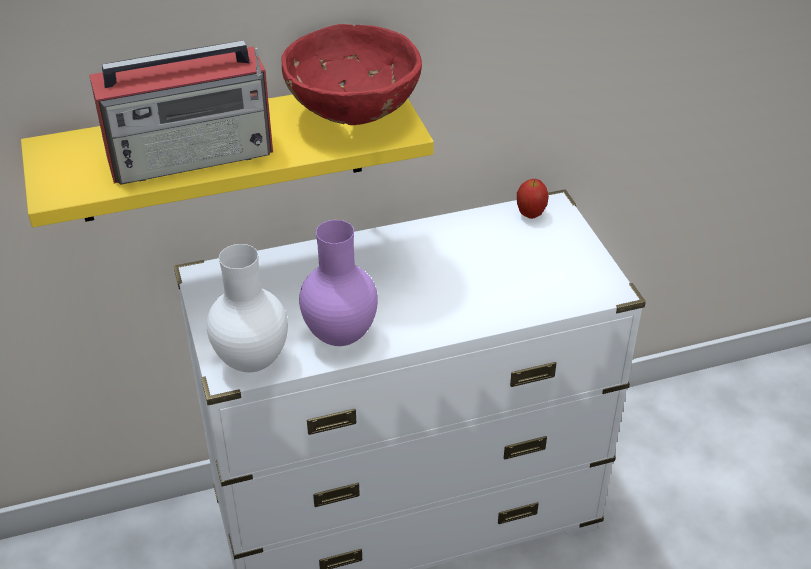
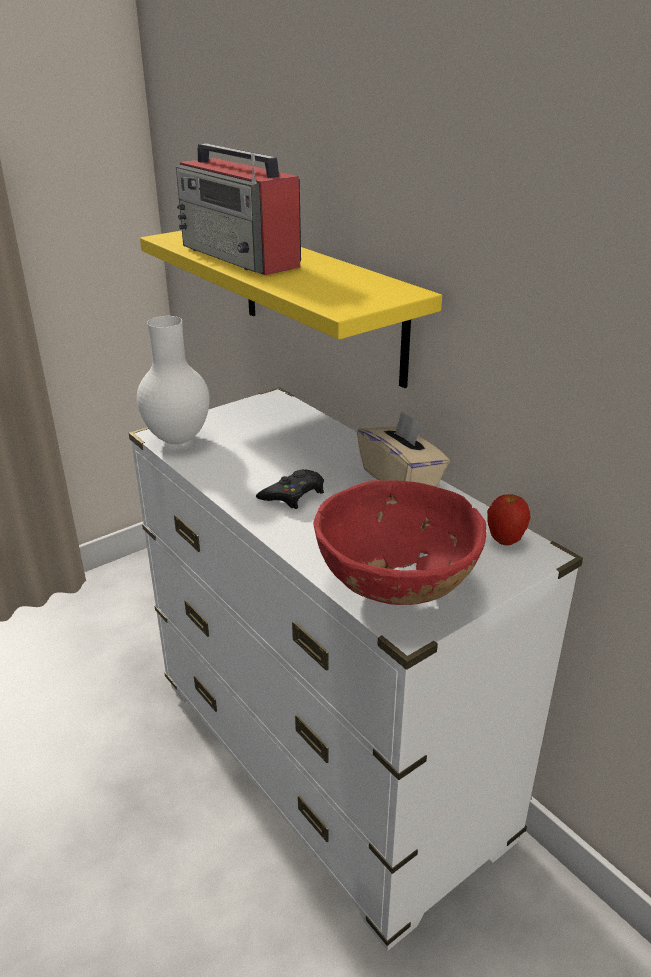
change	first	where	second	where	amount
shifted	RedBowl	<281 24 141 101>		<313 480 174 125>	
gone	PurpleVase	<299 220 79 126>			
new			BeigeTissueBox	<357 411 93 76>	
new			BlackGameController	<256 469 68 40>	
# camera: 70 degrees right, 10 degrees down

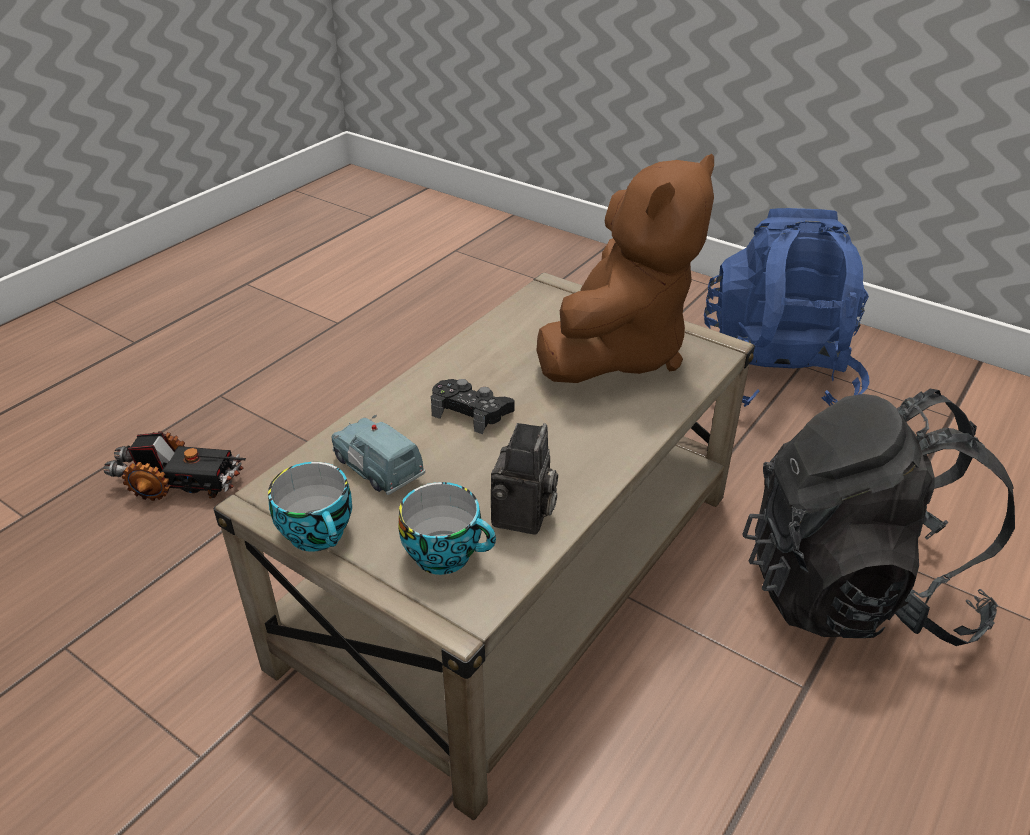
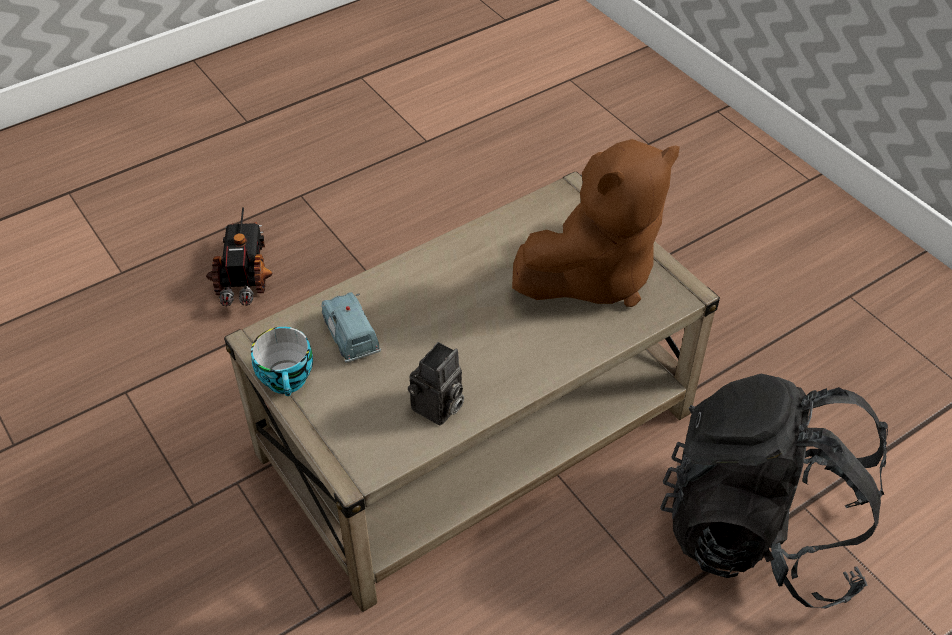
change	first	where	second	where	amount
gone	BlueBackpack	<704 208 166 199>			
gone	BlackGameController	<431 379 83 55>			
rotated	ToyTruck	<104 431 142 70>		<206 207 66 100>	120 degrees counterclockwise
gone	Cup	<398 482 98 93>			
# camera: 20 degrees right, 10 degrees up

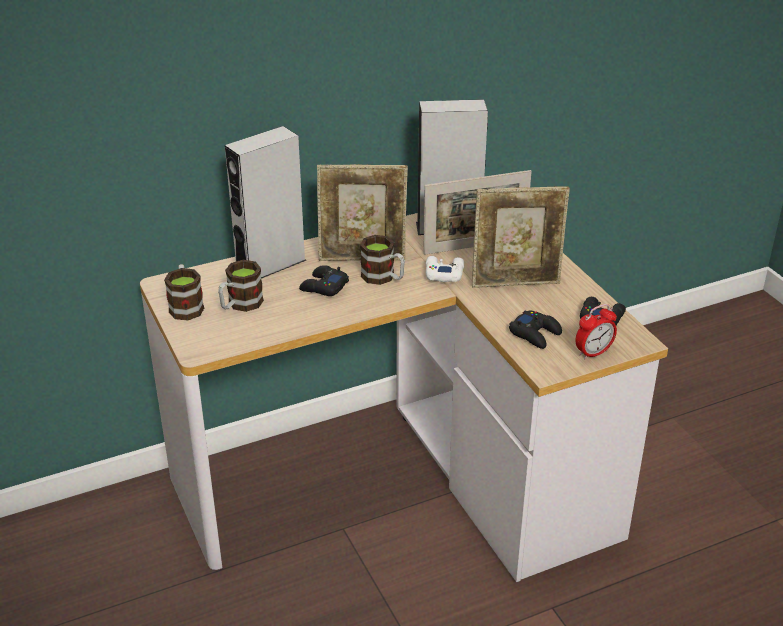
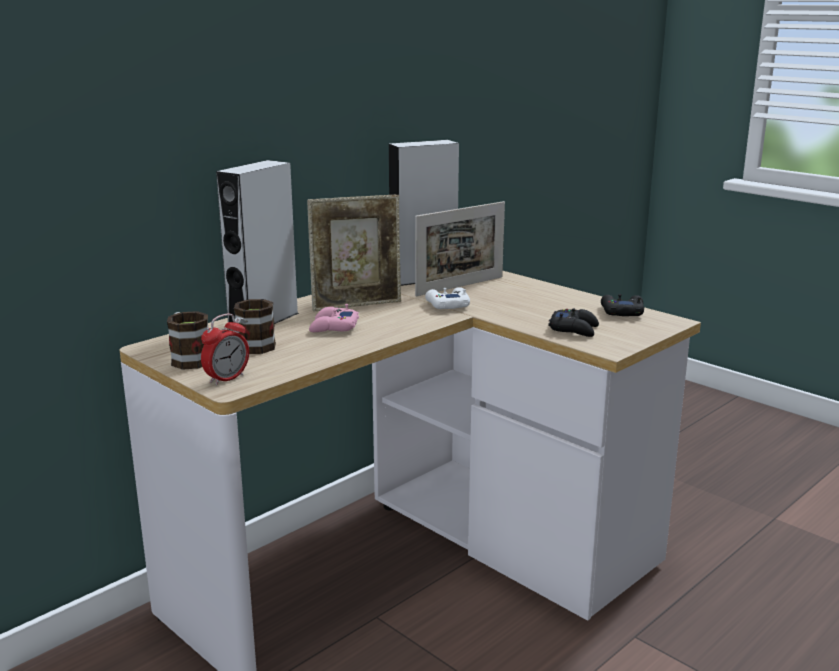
change	first	where	second	where	amount
gone	PictureFrame	<472 186 98 102>			
gone	Mug	<360 235 45 50>			
repainted	BlackGameController	<299 265 50 31>	PinkGameController	<309 304 50 28>	
shifted	AlarmClock	<575 304 42 56>		<201 314 48 72>	
# camera: 20 degrees left, 15 degrees down

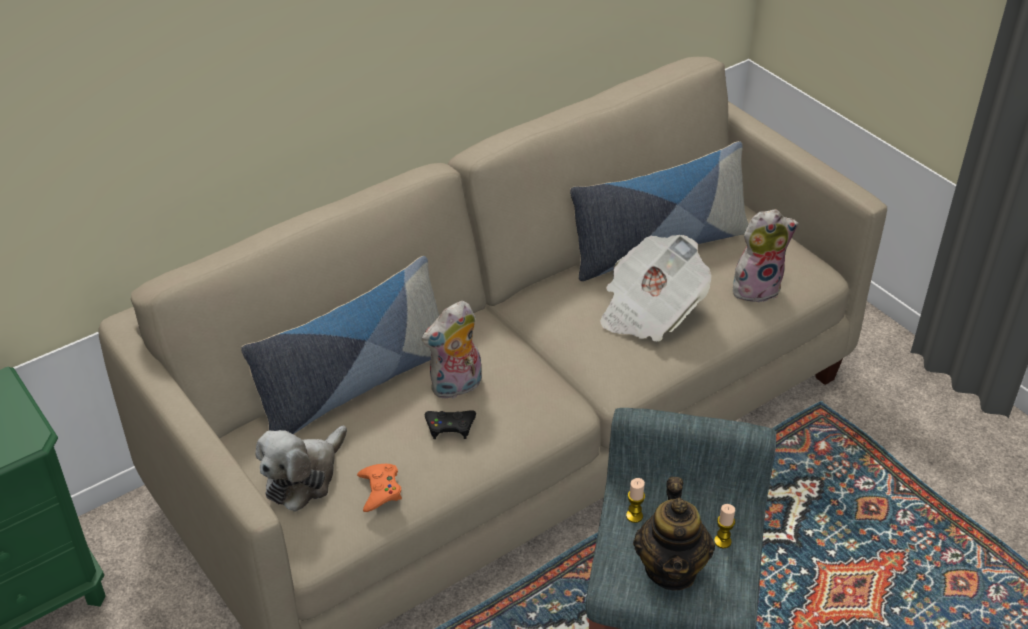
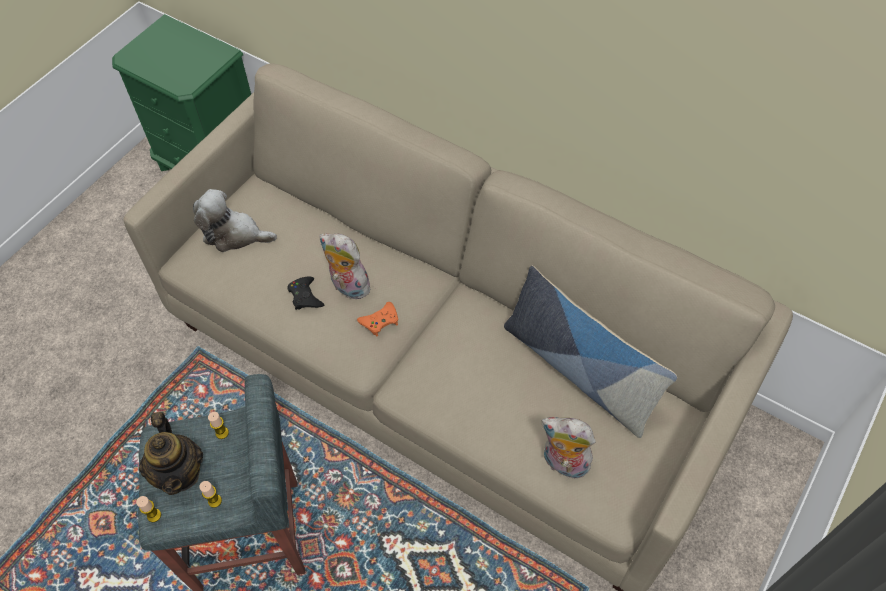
change	first	where	second	where	amount
rotated	PlushToy	<733 209 66 94>		<541 417 55 61>	150 degrees clockwise
gone	Newspaper	<600 235 111 107>			
gone	Pillow	<241 256 198 178>			
shifted	OrangeGameController	<357 464 45 48>		<357 302 41 34>	
rotated	Teapot	<633 477 82 113>		<139 412 64 83>	90 degrees counterclockwise
new			Candle	<136 496 25 26>	
# camera: 70 degrees right, 15 degrees up

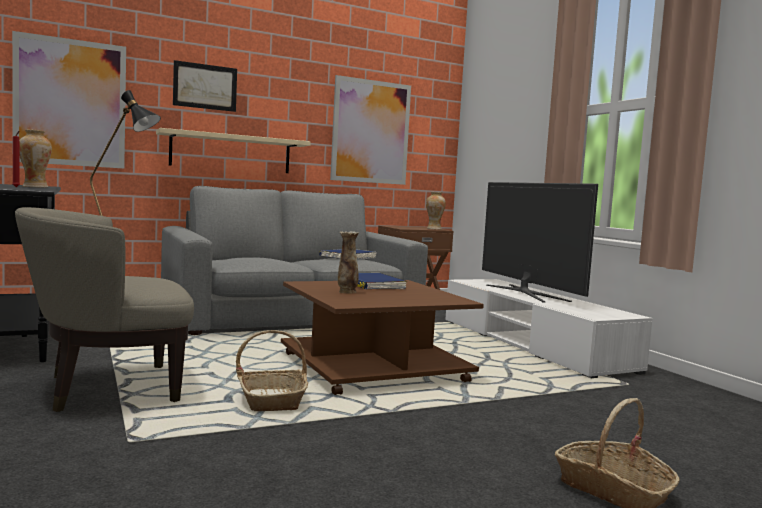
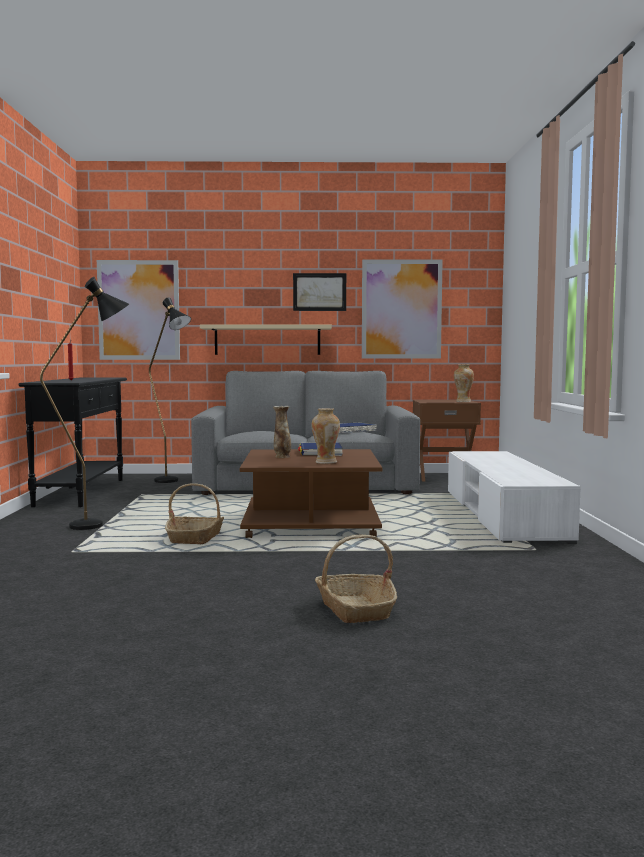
change	first	where	second	where	amount
shifted	Picture	<173 60 64 52>		<293 273 53 38>	
shifted	Vase	<19 129 33 59>		<311 408 29 56>	
gone	Television	<482 182 116 120>			
swapped	BeigeArmchair	<15 207 179 205>	BlackFloorLamp	<40 277 89 253>	
# camera: 25 degrees right, 0 degrees up

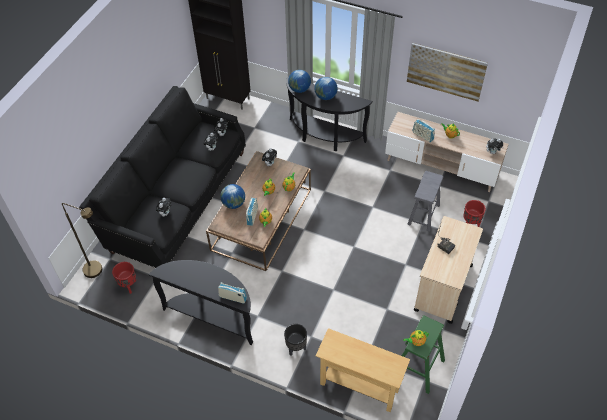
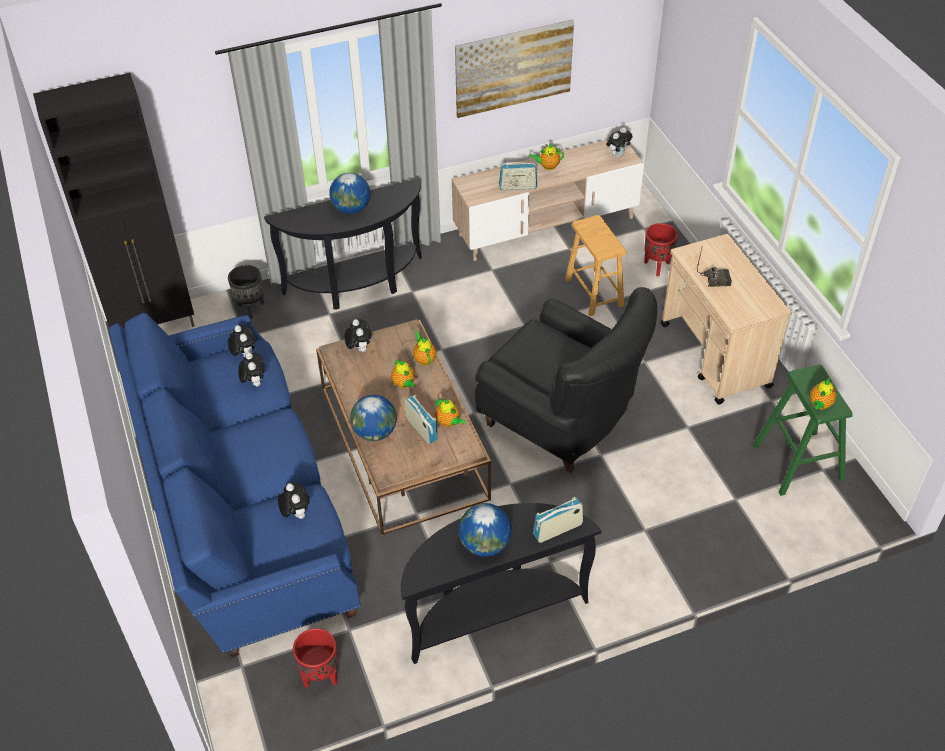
change	first	where	second	where	amount
shifted	Globe	<288 70 23 23>		<459 503 53 54>	
repainted	BlackSofa	<79 86 167 182>	BlueSofa	<109 313 252 344>	
repainted	GreyStool	<407 171 36 61>	BrownStool	<565 215 61 101>	
gone	BrownFloorLamp	<62 203 40 75>			
shifted	BlackPlanter	<284 324 23 32>		<228 265 36 54>	
gone	BeigeConsoleTable	<316 328 94 84>			
new			BlackArmchair	<474 287 183 186>	
# camera: 45 degrees left, 5 degrees down

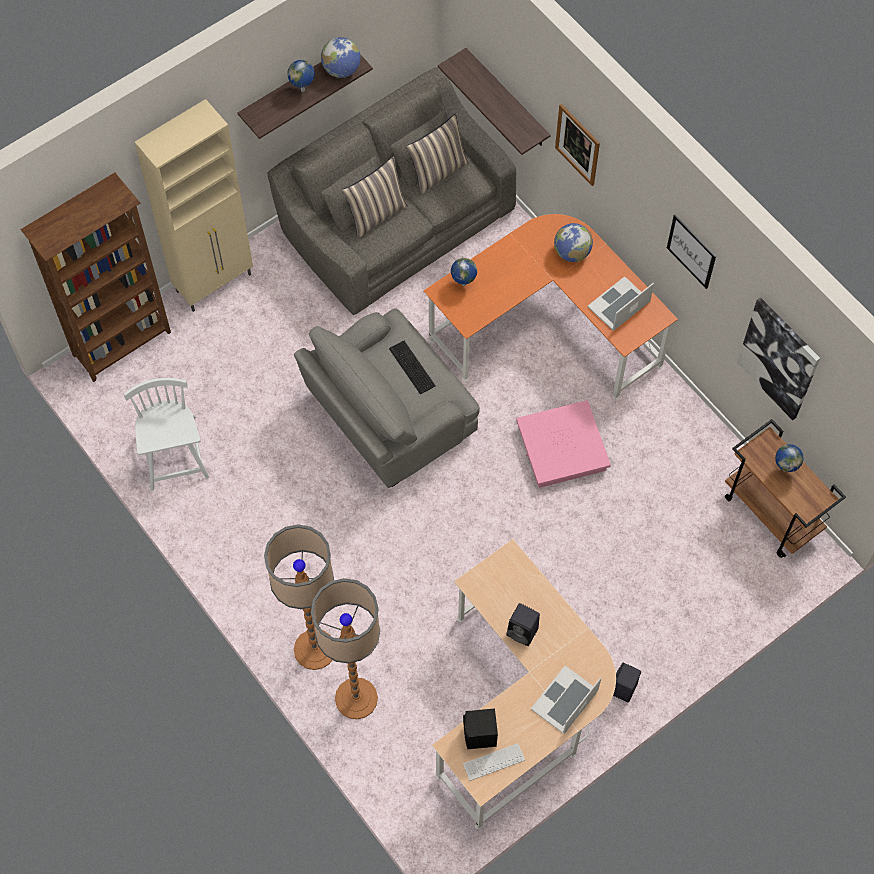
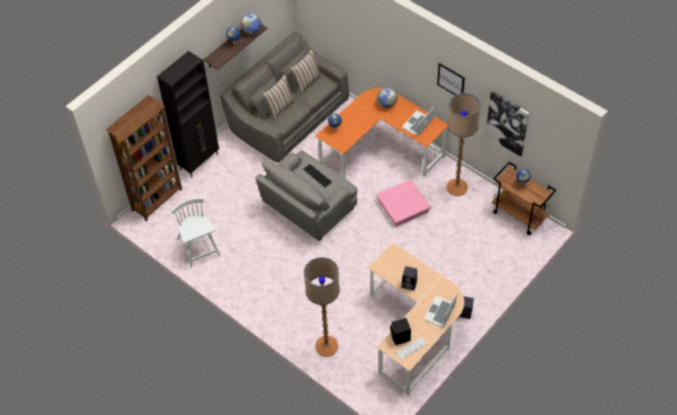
change	first	where	second	where	amount
gone	Shelf	<438 48 112 107>			
repainted	BeigeCabinet	<135 99 118 213>	BlackCabinet	<157 51 62 127>	
gone	Picture	<555 104 45 82>			
shifted	FloorLamp	<264 524 70 146>		<447 93 34 103>	
# camera: 10 degrees left, 10 degrees down

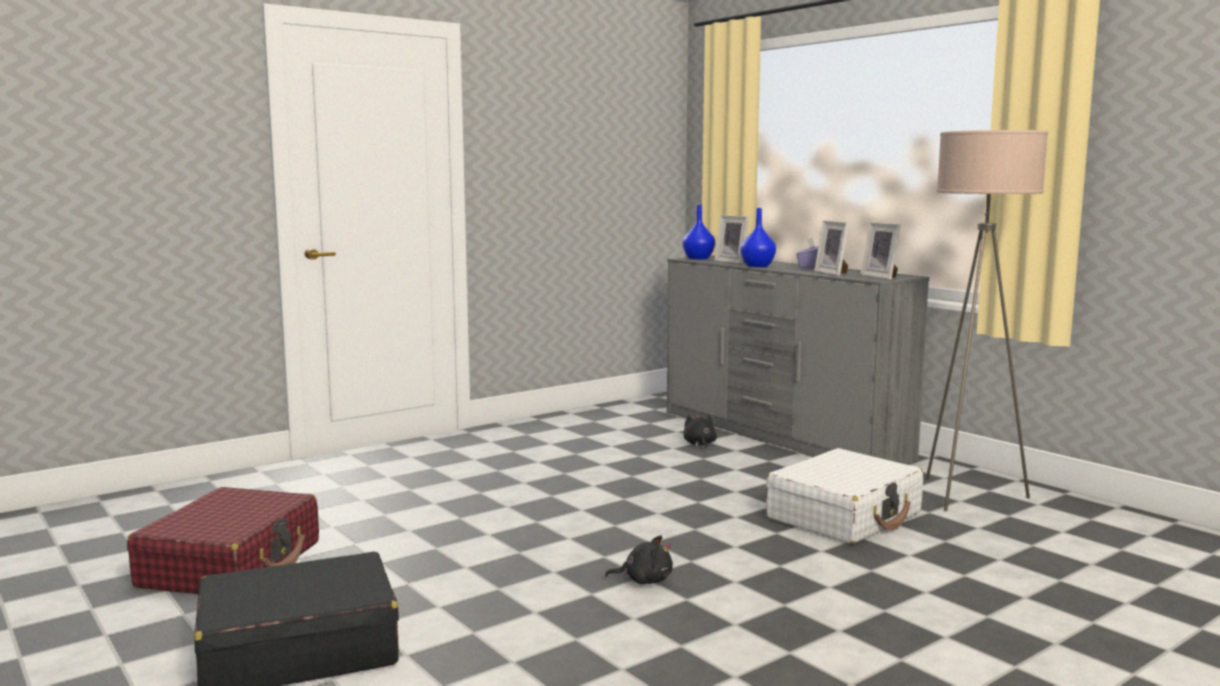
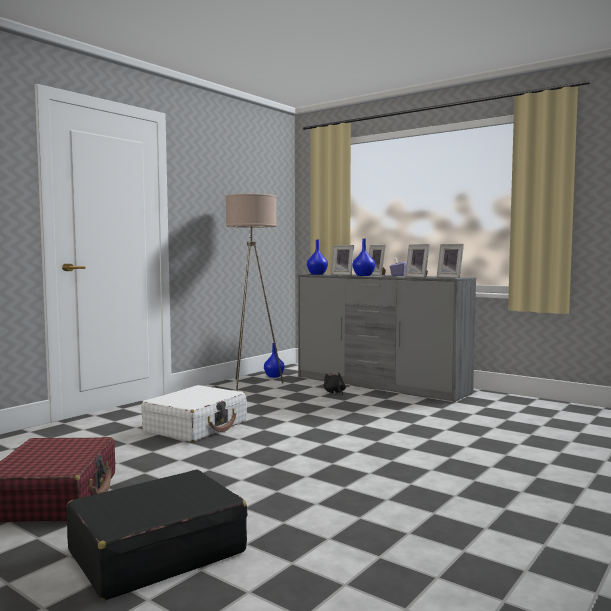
change	first	where	second	where	amount
shifted	BeigeFloorLamp	<926 130 122 381>		<225 194 58 197>	
shifted	WhiteSuitcase	<766 448 157 96>		<141 385 106 57>	
gone	BlackPlushToy	<605 535 68 49>			
new			PictureFrame	<369 245 17 31>	
new			BlueVase	<264 343 20 35>	
# camera: 15 degrees left, 5 degrees down

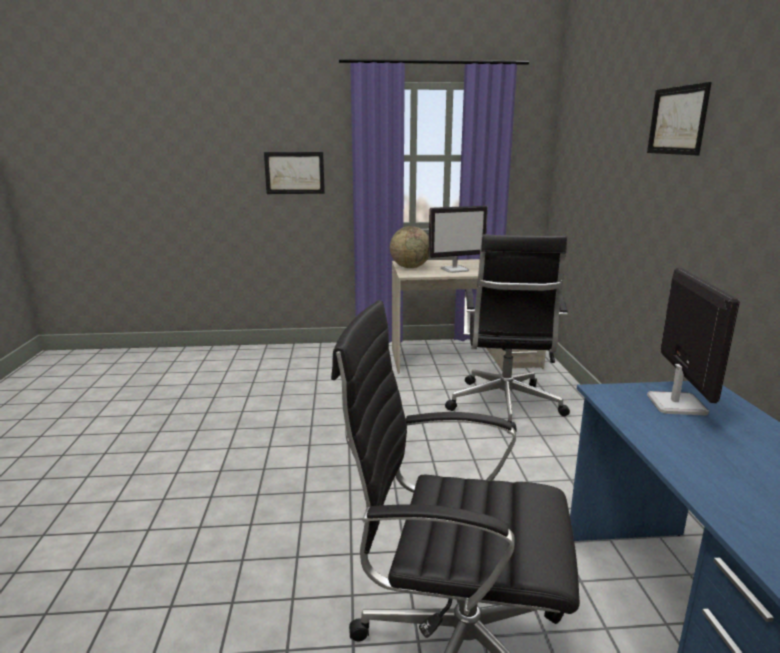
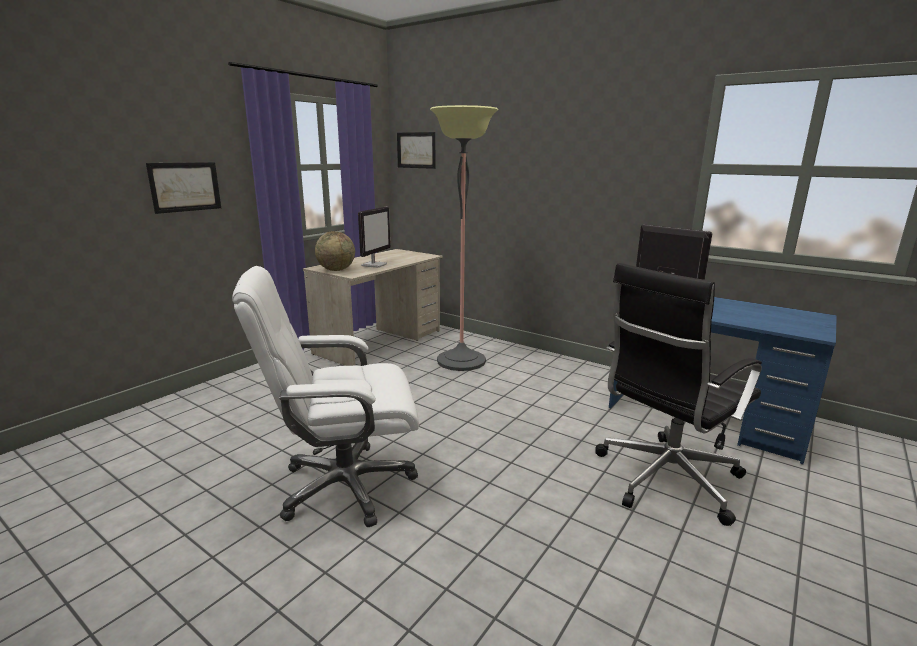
change	first	where	second	where	amount
shifted	Picture	<647 82 65 73>		<397 132 38 37>	
swapped	BlackOfficeChair	<445 235 125 198>	FloorLamp	<430 105 68 266>	
new			WhiteOfficeChair	<232 266 187 261>	
# camera: 50 degrees left, 0 degrees up

